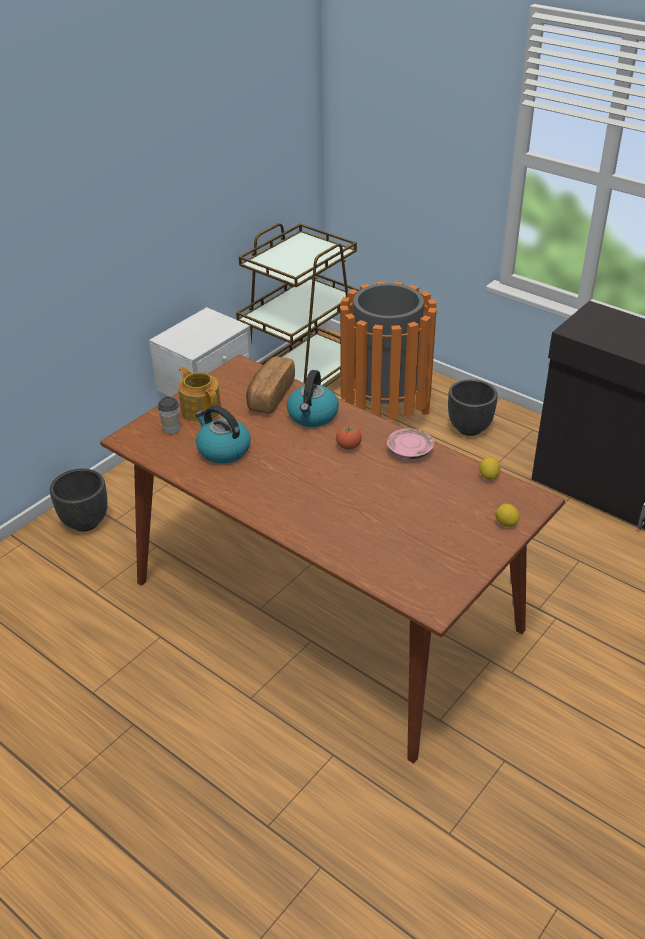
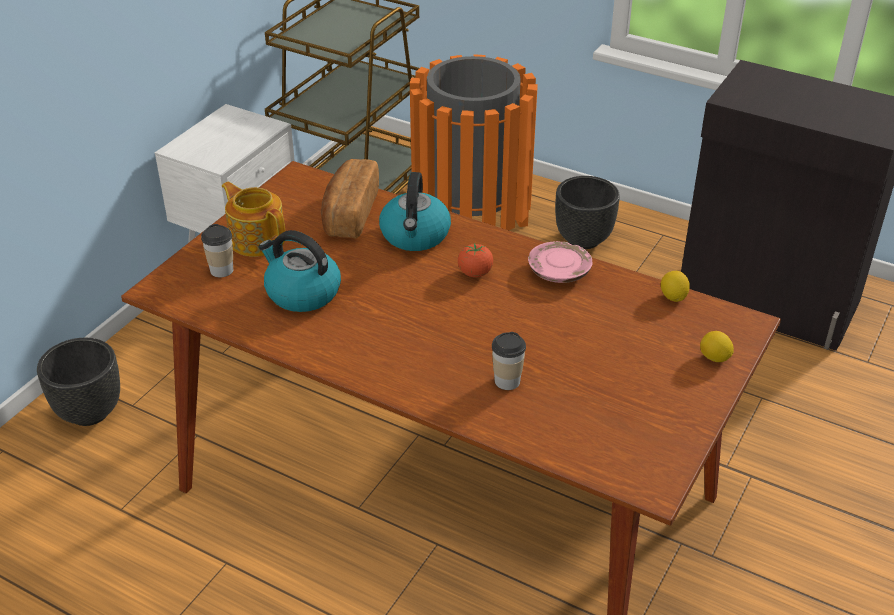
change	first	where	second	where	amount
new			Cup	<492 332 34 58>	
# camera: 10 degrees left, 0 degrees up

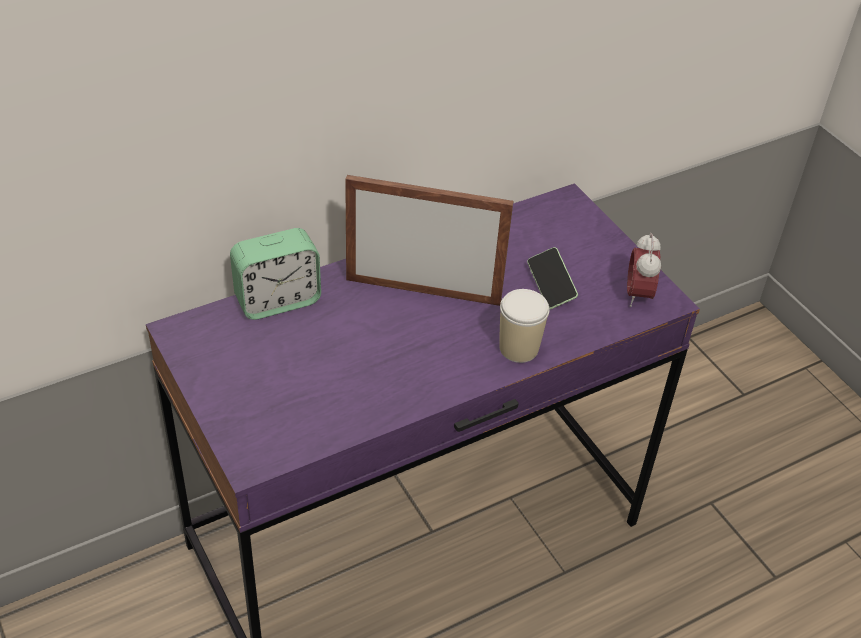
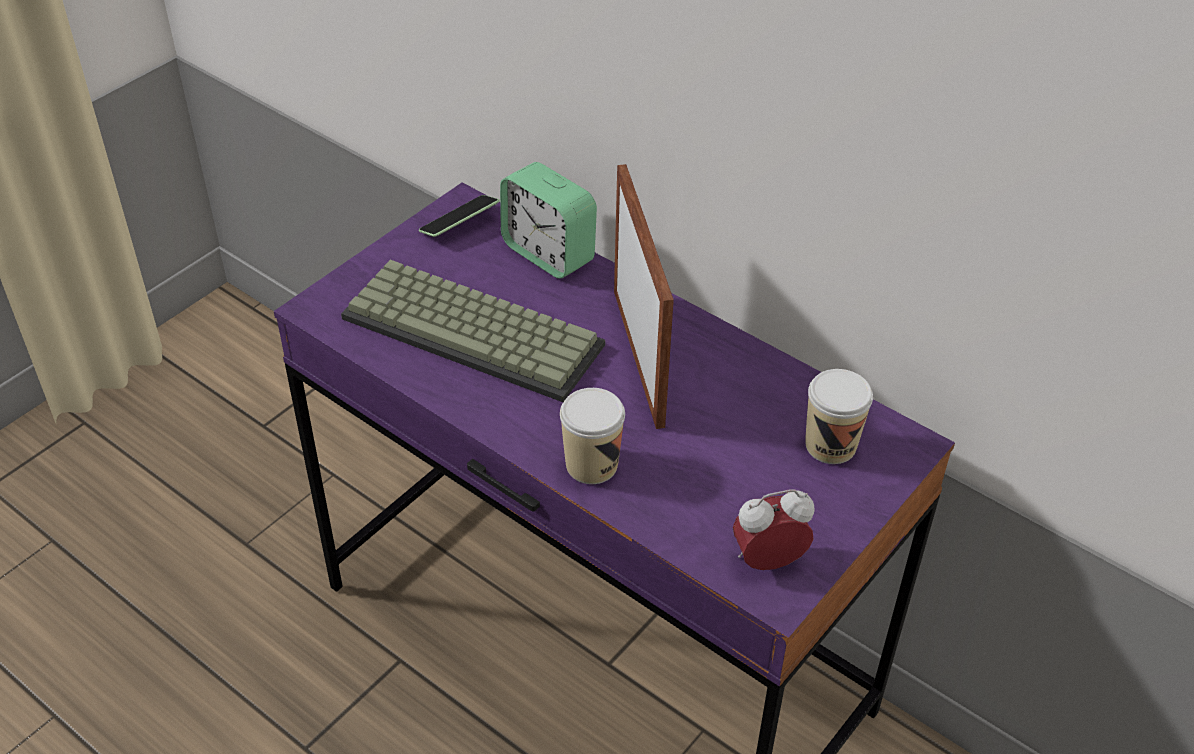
change	first	where	second	where	amount
shifted	Phone	<527 247 51 62>		<419 195 80 42>	
new			Keyboard	<341 260 264 142>	
new			Cup	<805 369 68 95>	
# camera: 70 degrees right, 0 degrees up

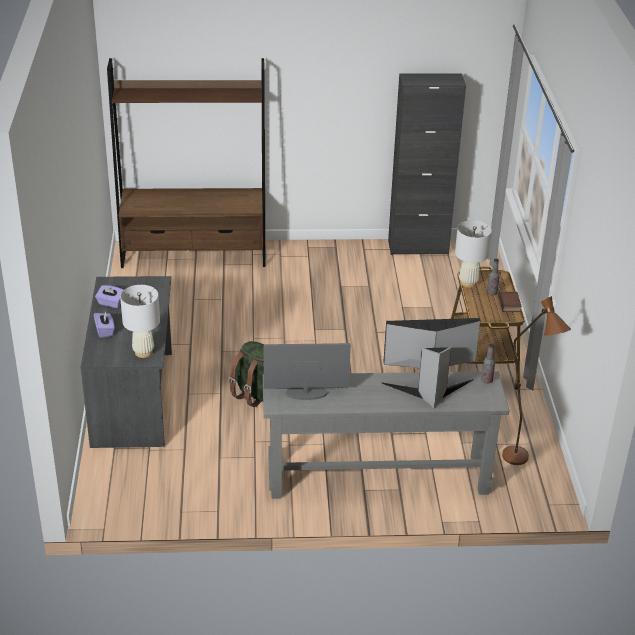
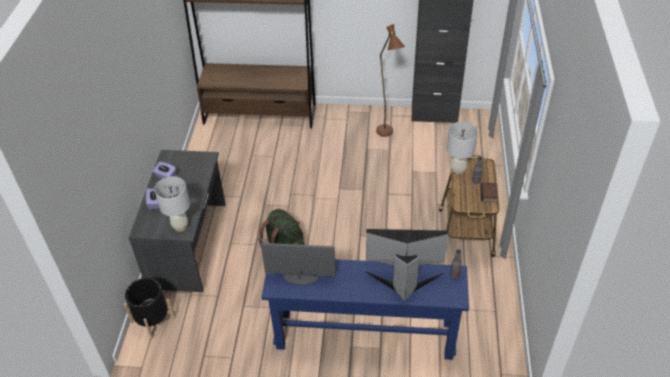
change	first	where	second	where	amount
shifted	BrownFloorLamp	<502 296 69 169>		<376 24 29 113>	
repainted	GreyConsoleTable	<263 371 246 128>	BlueConsoleTable	<262 259 207 101>	
new			BlackPlanter	<124 278 51 61>	
# camera: 10 degrees right, 10 degrees up

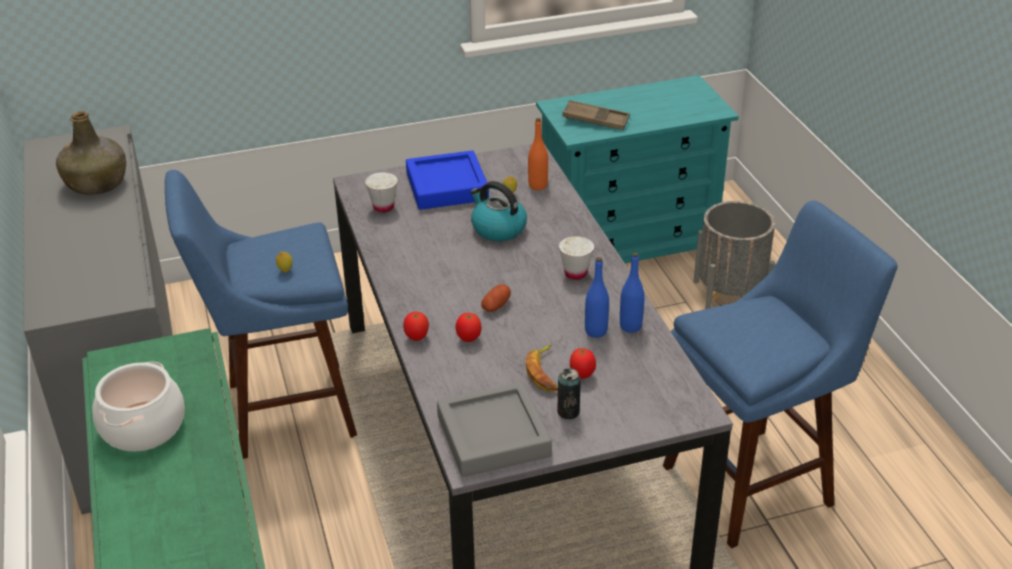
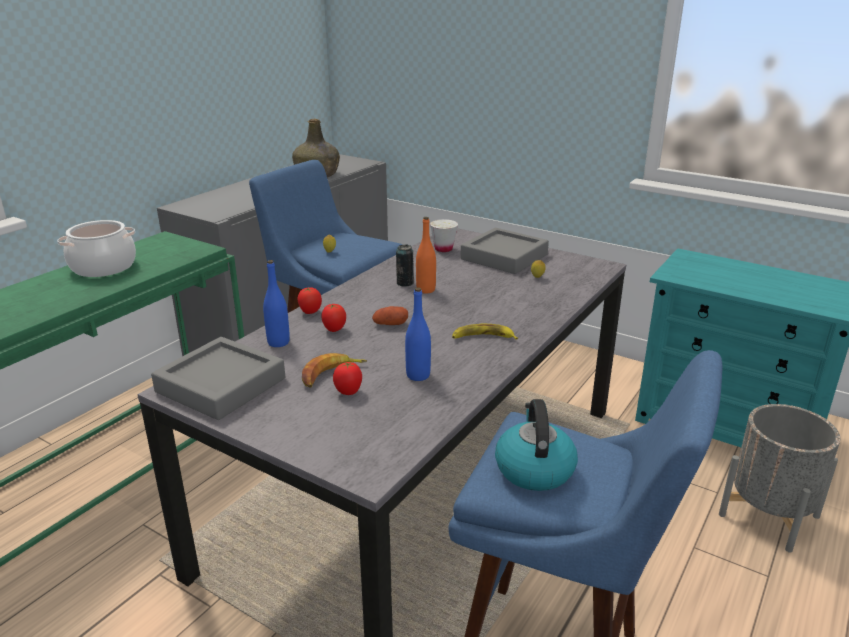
change	first	where	second	where	amount
gone	BrownTray	<562 100 68 30>			
shifted	OrangeBottle	<528 118 20 72>		<416 217 20 77>	
repainted	BlueTray	<406 150 83 60>	GreyTray	<460 228 89 46>	
shifted	Kettle	<470 181 57 60>		<495 399 83 92>	
swapped	WhiteCup	<559 236 35 44>	Banana	<452 324 66 16>	
shifted	BlueBottle	<620 252 24 81>		<263 260 27 87>	
shifted	Can	<557 368 24 51>		<396 244 18 43>	
# camera: 50 degrees right, 10 degrees down

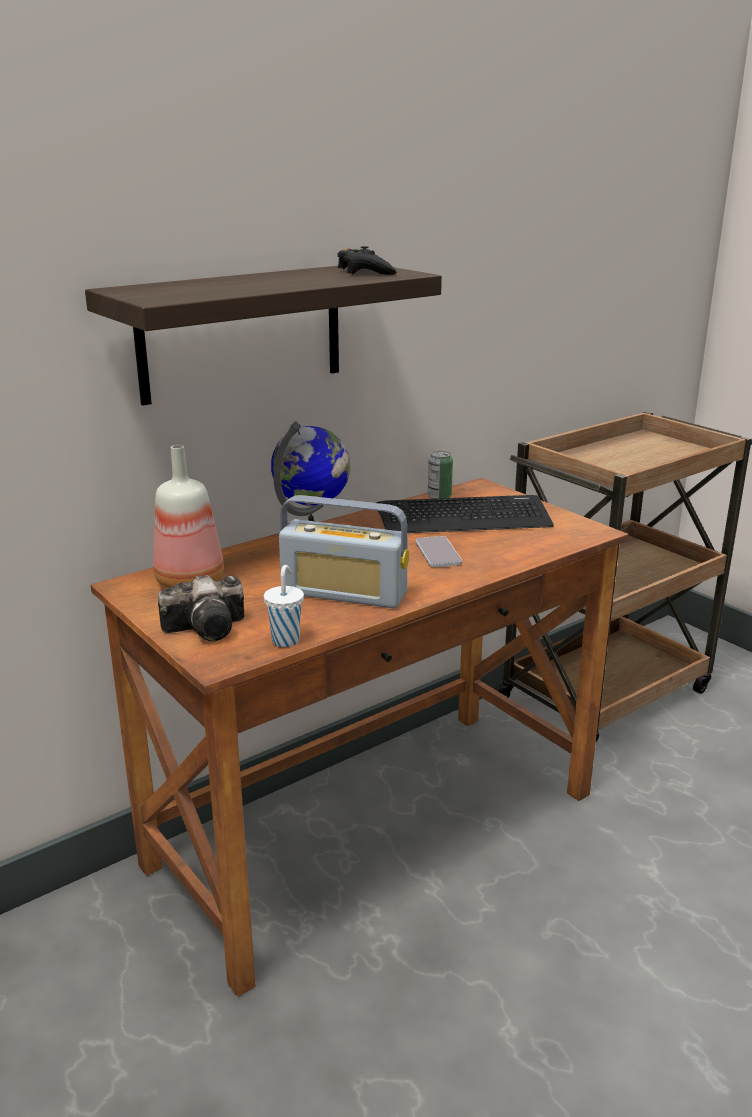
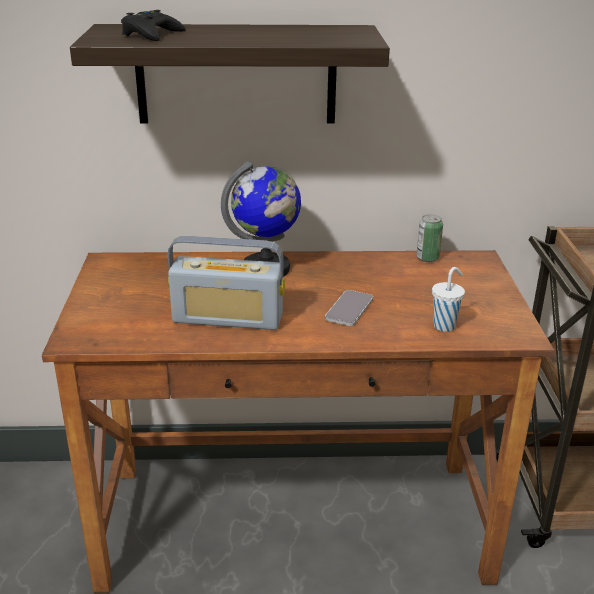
change	first	where	second	where	amount
shifted	BlackGameController	<338 246 58 29>		<121 10 65 31>	
gone	Bottle	<153 445 71 143>			
rotated	Radio	<279 495 130 113>		<168 236 117 94>	45 degrees counterclockwise
gone	Keyboard	<376 495 178 38>			
shifted	WhiteCup	<264 565 40 82>		<432 267 33 65>	
gone	PhotoCamera	<158 575 86 66>			
# camera: 35 degrees right, 5 degrees up

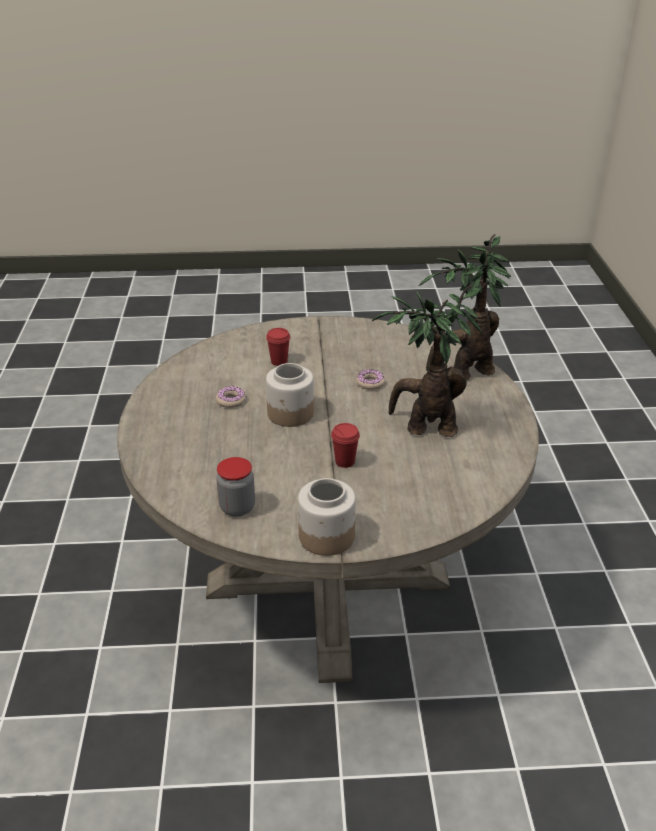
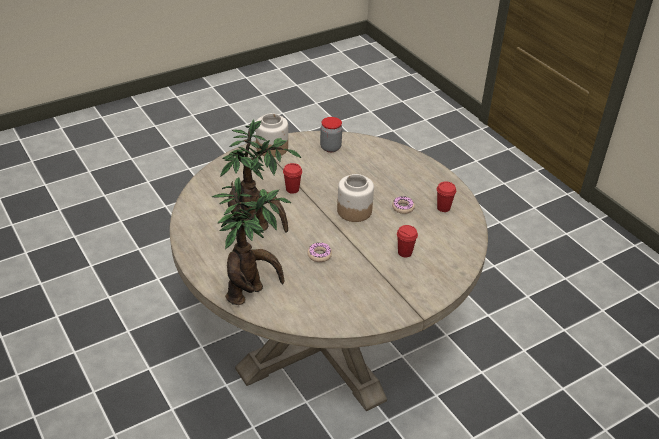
change	first	where	second	where	amount
new			RedCup	<437 181 19 31>	
# camera: 150 degrees right, 5 degrees up

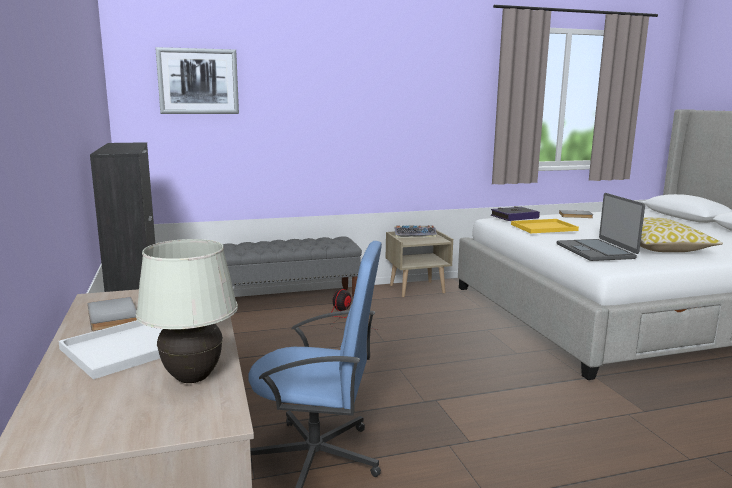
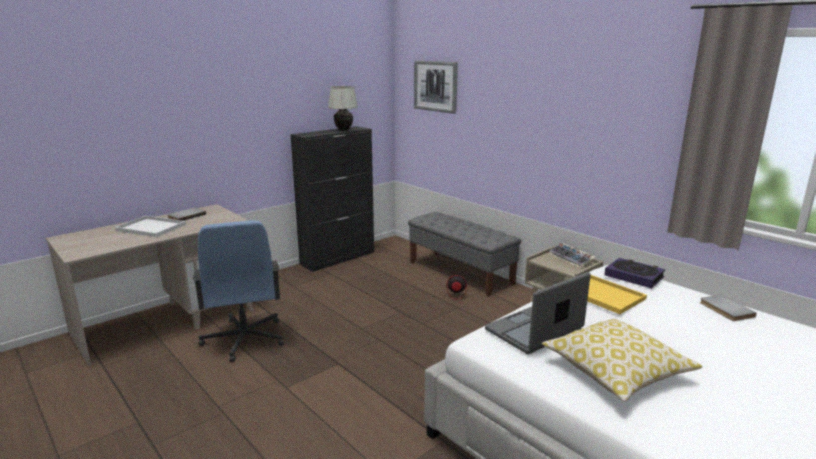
change	first	where	second	where	amount
shifted	WhiteTableLamp	<136 239 102 144>		<328 86 30 45>	
# camera: 65 degrees right, 5 degrees up

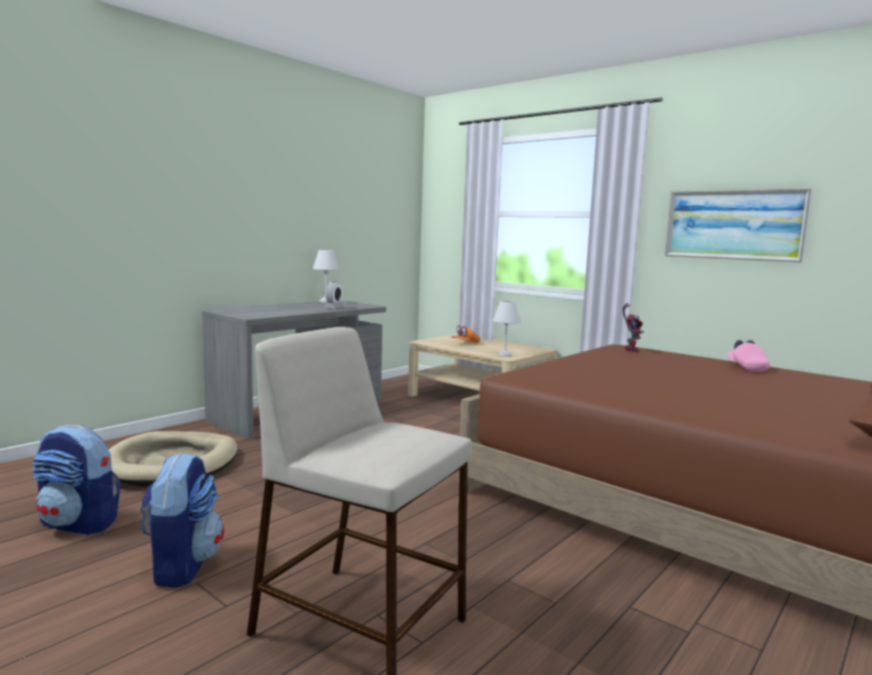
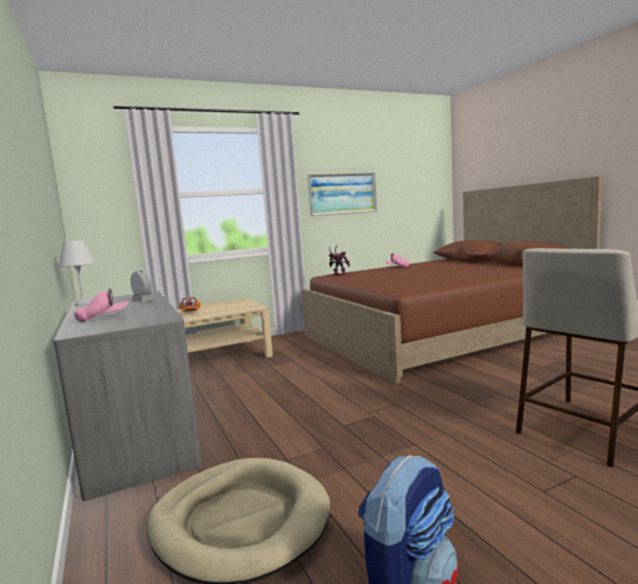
change	first	where	second	where	amount
gone	WhiteTableLamp	<493 301 28 56>			
gone	Backpack	<140 452 84 136>			
new			PinkCap	<74 288 55 34>	
# camera: 65 degrees left, 0 degrees up

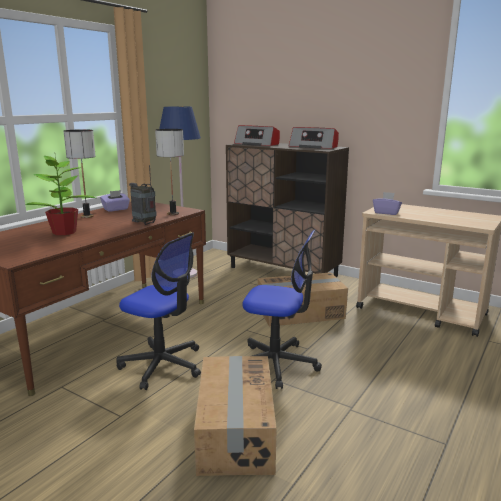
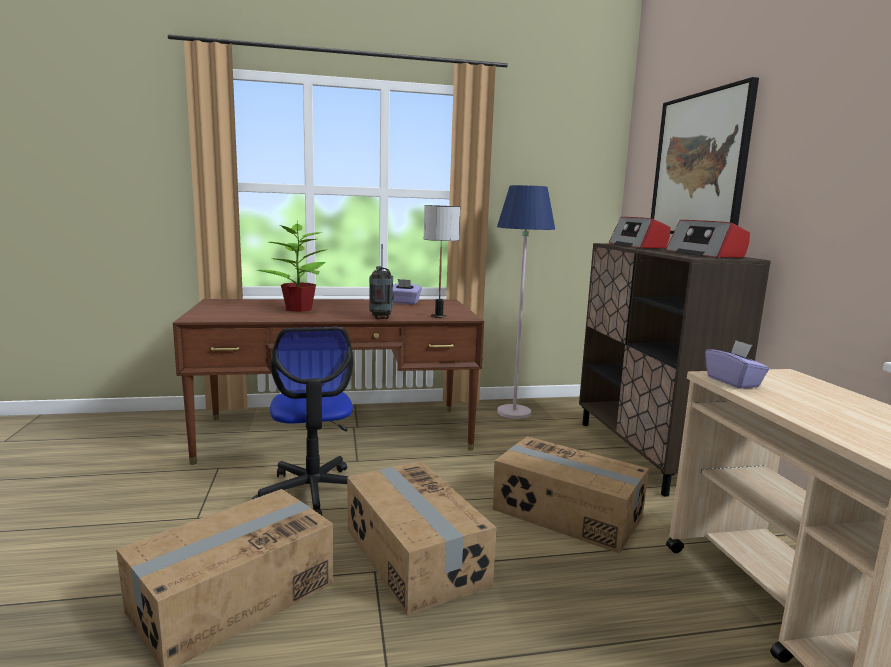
change	first	where	second	where	amount
gone	TableLamp	<63 129 33 89>			
swapped	OfficeChair	<242 230 80 159>	CardboardBox	<347 462 150 154>	
new			Picture	<651 77 108 157>	
# camera: 45 degrees right, 5 degrees down

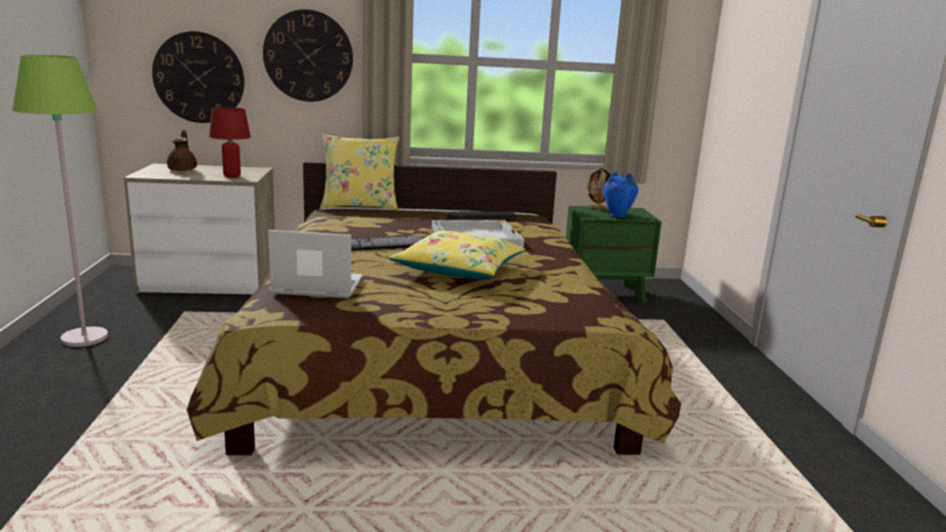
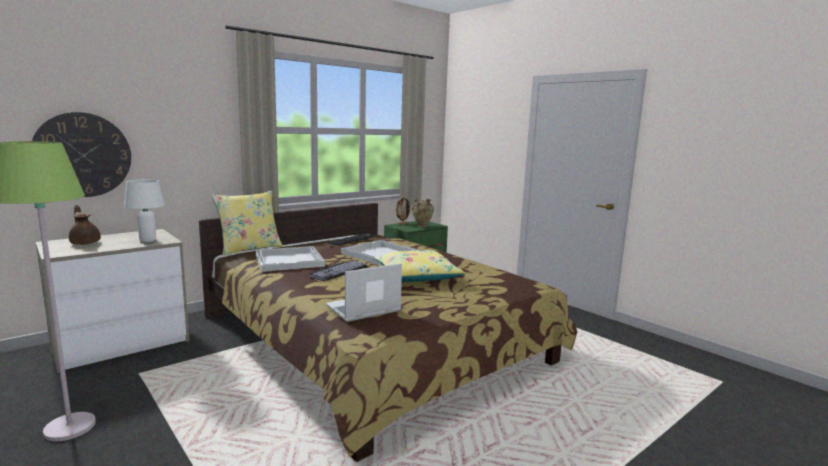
change	first	where	second	where	amount
gone	WallClock	<263 9 90 93>			
repainted	RedTableLamp	<209 107 42 71>	WhiteTableLamp	<124 180 41 62>	
repainted	BlueVase	<603 171 35 46>	BeigeVase	<412 198 22 29>	
new			WhiteTray	<256 246 69 26>	
# camera: 35 degrees left, 5 degrees down

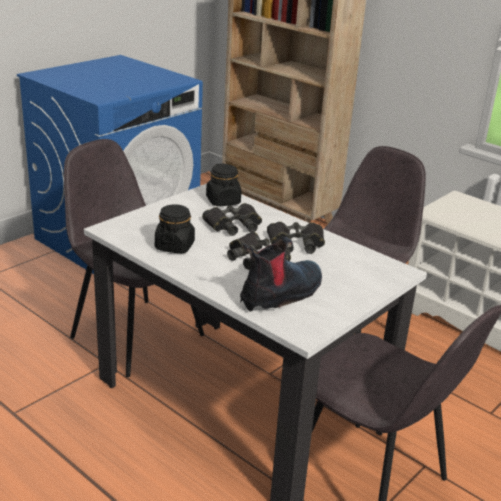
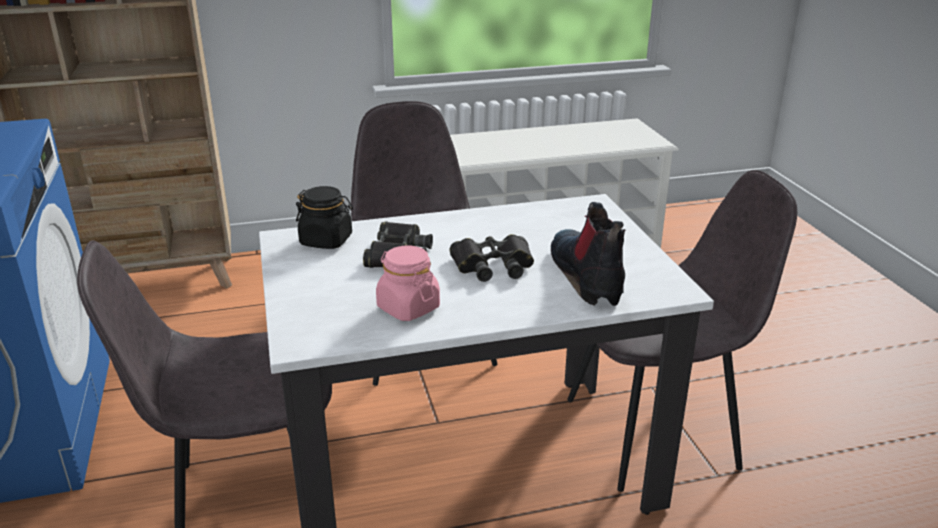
change	first	where	second	where	amount
repainted	BlackJar	<155 204 40 49>	PinkJar	<376 246 64 75>	
gone	BlackBinoculars	<267 222 58 32>			
# camera: 55 degrees left, 0 degrees up

